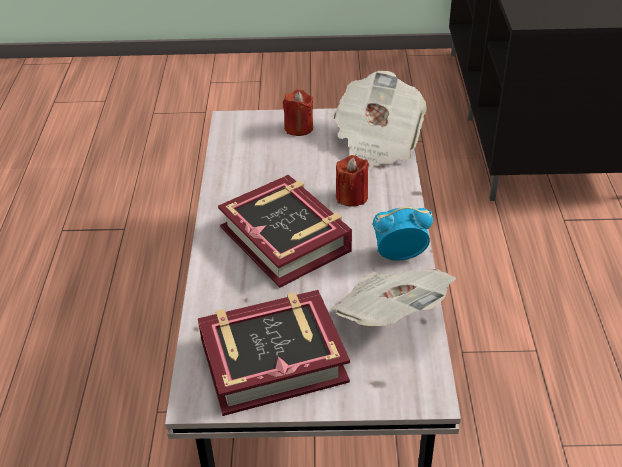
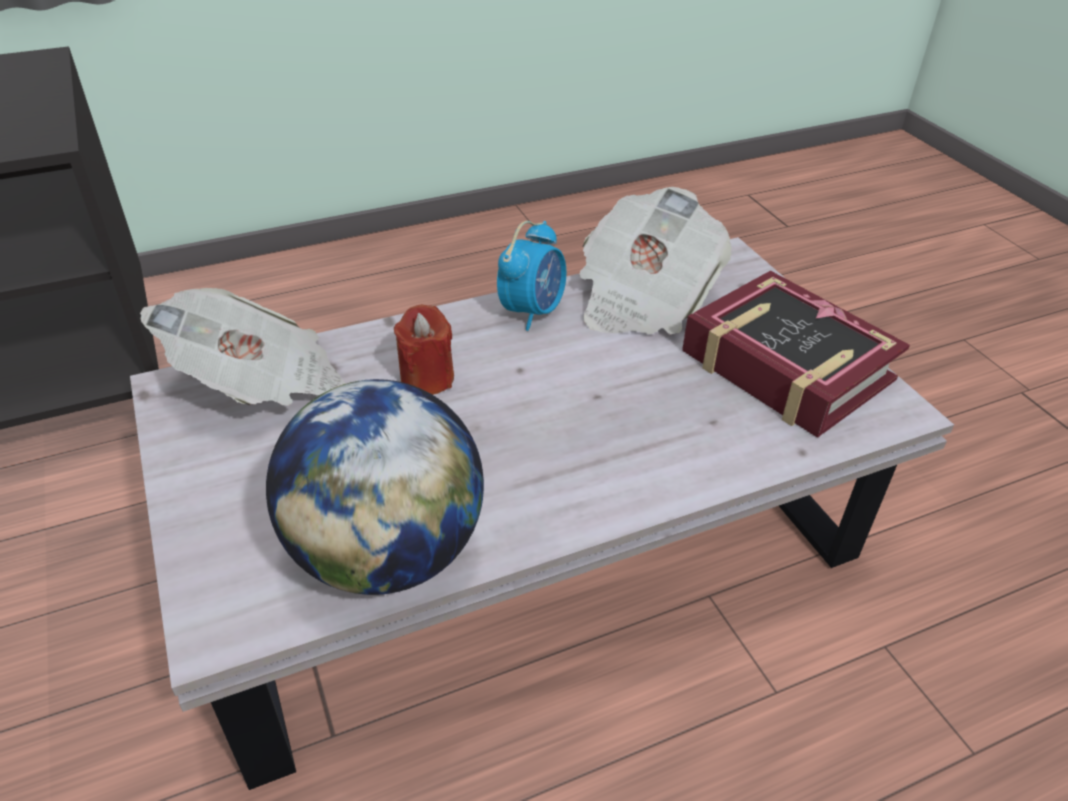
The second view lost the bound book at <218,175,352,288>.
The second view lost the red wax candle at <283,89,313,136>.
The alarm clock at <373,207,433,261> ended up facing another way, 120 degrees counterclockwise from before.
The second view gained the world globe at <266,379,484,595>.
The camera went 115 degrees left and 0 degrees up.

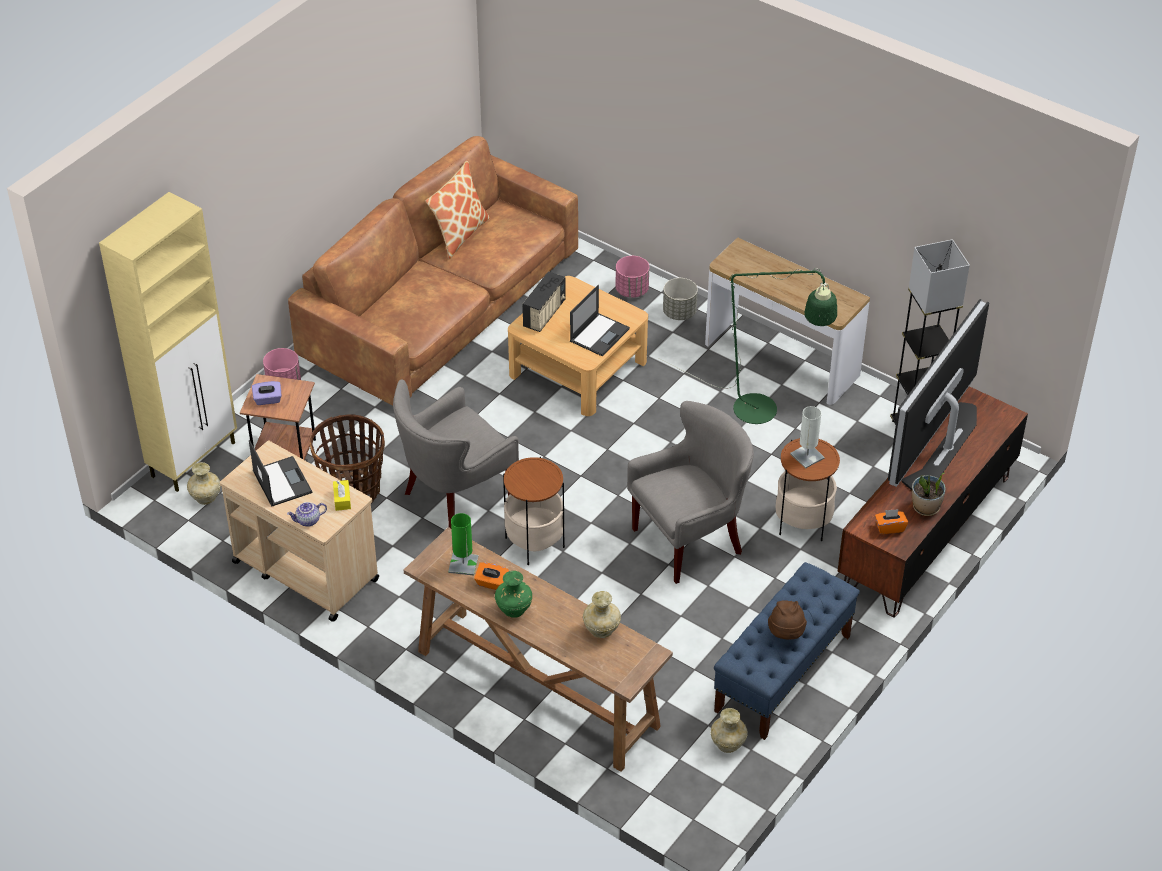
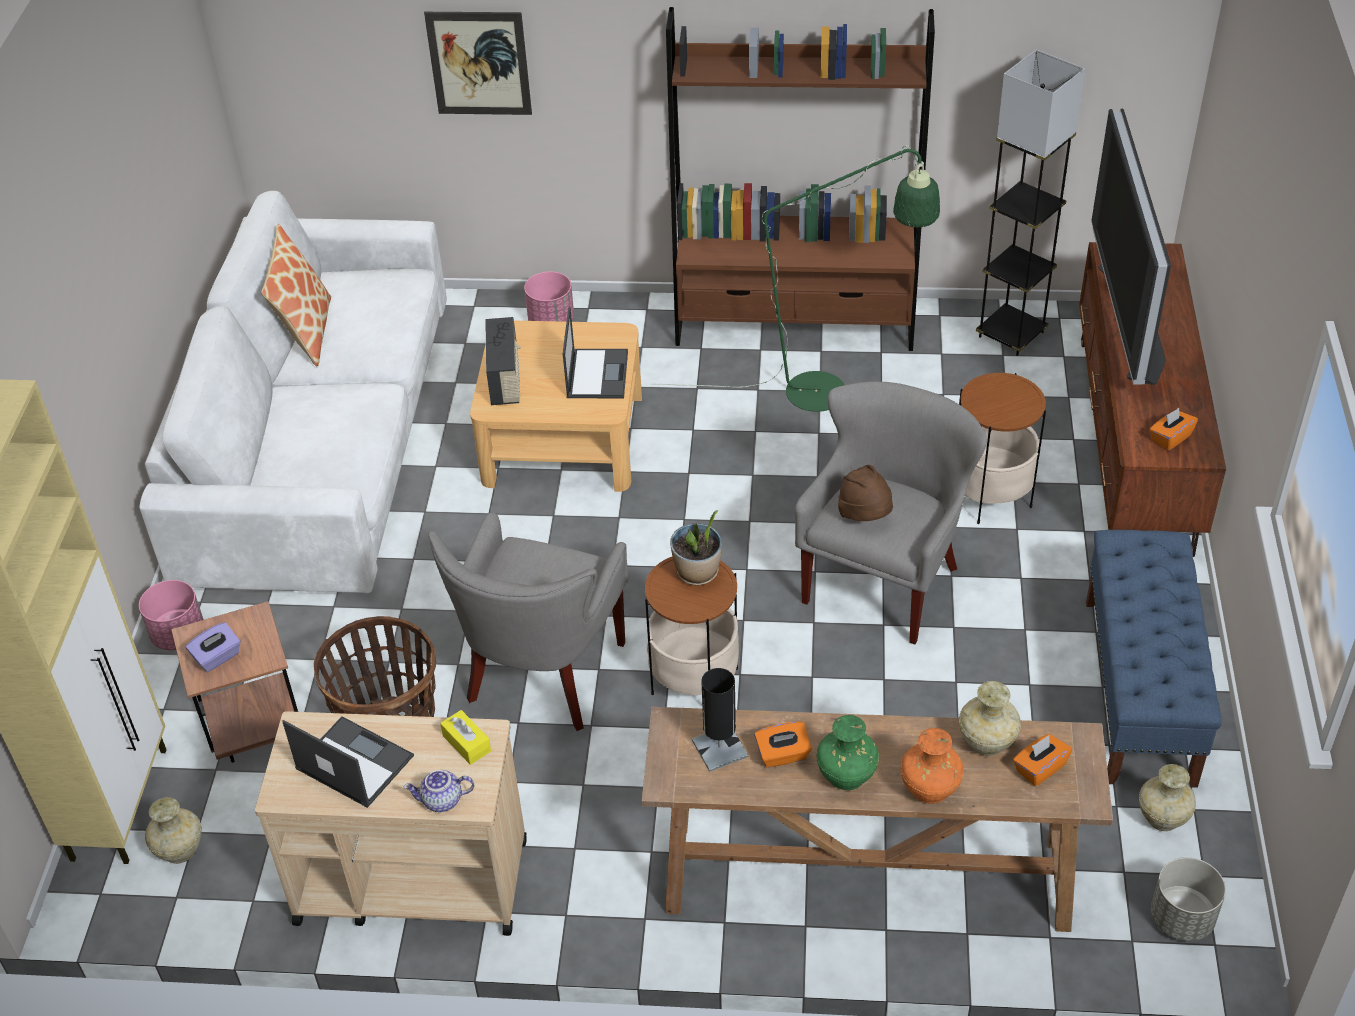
The pot for tea at <287,502,327,527> ended up facing another way, 45 degrees clockwise from before.
What was the brown-coloured settee at <288,136,578,406> turned into the whitish settee at <140,191,447,593>.
What was the green-coloured lamp for a table at <448,513,478,576> turned into the black lamp for a table at <692,668,748,772>.
The gray plant pot ended up elsewhere, having gone from <663,278,698,320> to <1151,857,1226,941>.
Where the narrow table stood at <705,237,870,405>, the brown-coloured bookshelf came to stand at <666,7,935,351>.
The brown-coloured wearable hat ended up elsewhere, having gone from <768,600,807,640> to <838,465,893,521>.
The second view lost the whitish lamp for a table at <790,406,825,468>.
The potted plant ended up elsewhere, having gone from <912,473,946,516> to <670,510,722,585>.
The second view gained the picture at <424,12,532,115>.
The second view gained the orange-coloured decorative vase at <901,728,964,804>.
The second view gained the orange-coloured tissue box at <1013,734,1072,786>.
The camera went 30 degrees left and 0 degrees up.

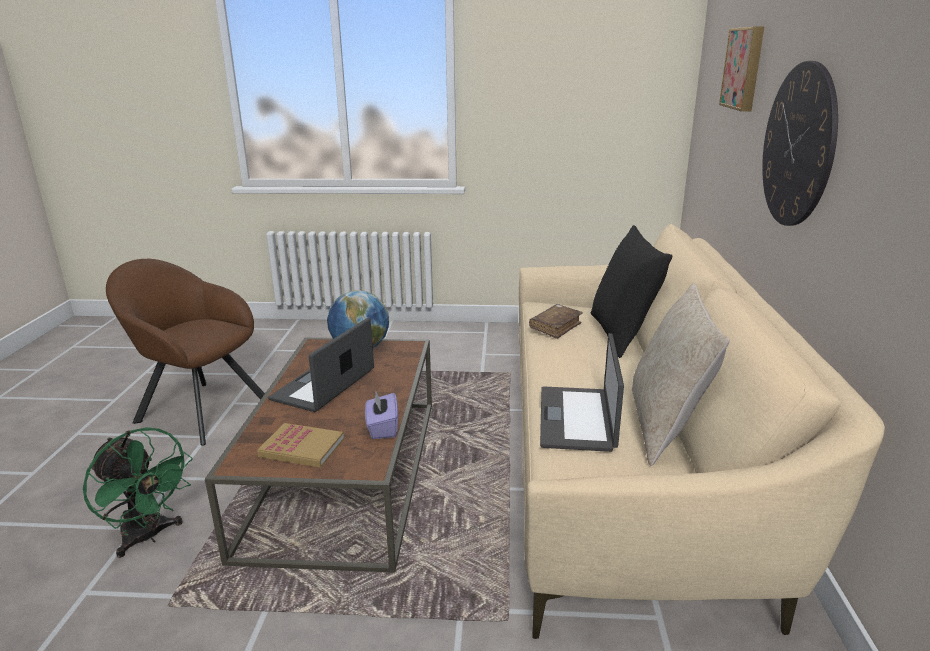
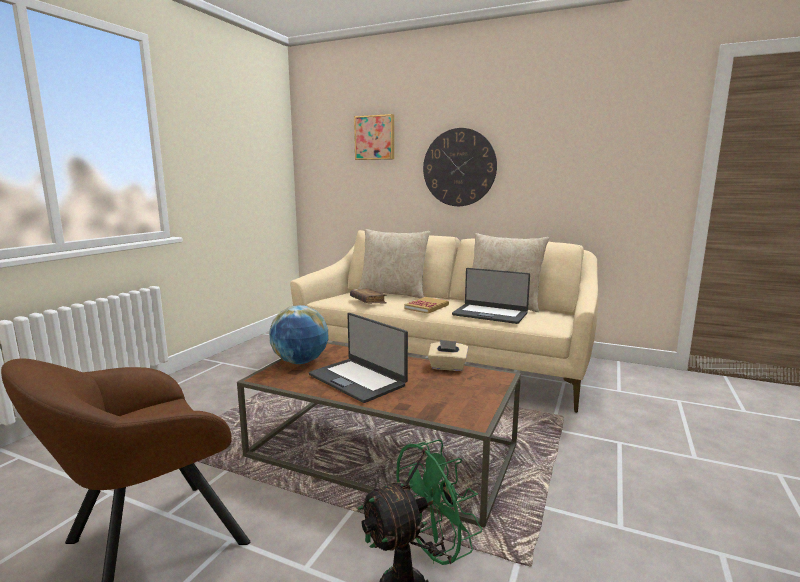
The bound book ended up elsewhere, having gone from <257,423,344,468> to <405,297,449,314>.
What was the purple-coloured tissue box at <365,392,398,439> turned into the beige tissue box at <428,340,468,371>.
What was the black throw pillow at <591,225,672,358> turned into the beige throw pillow at <358,229,430,299>.
The camera went 70 degrees left and 10 degrees down.

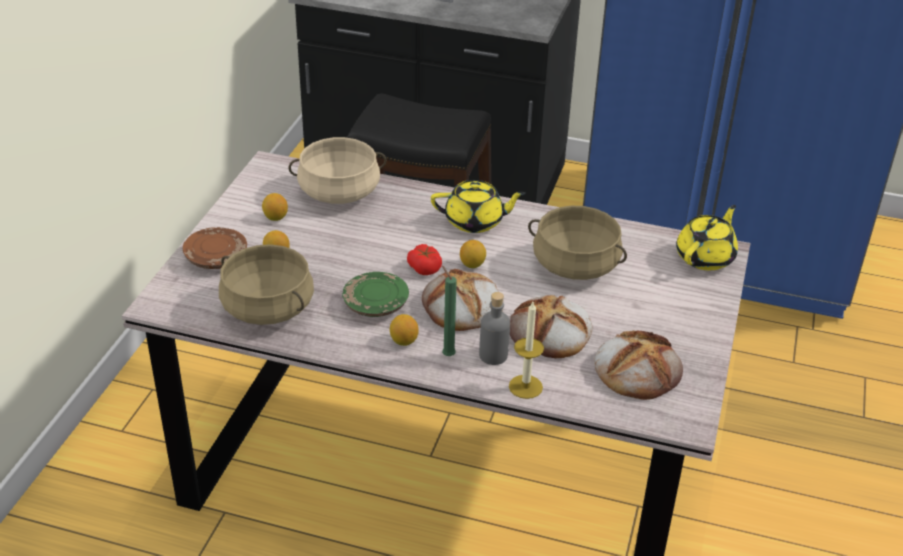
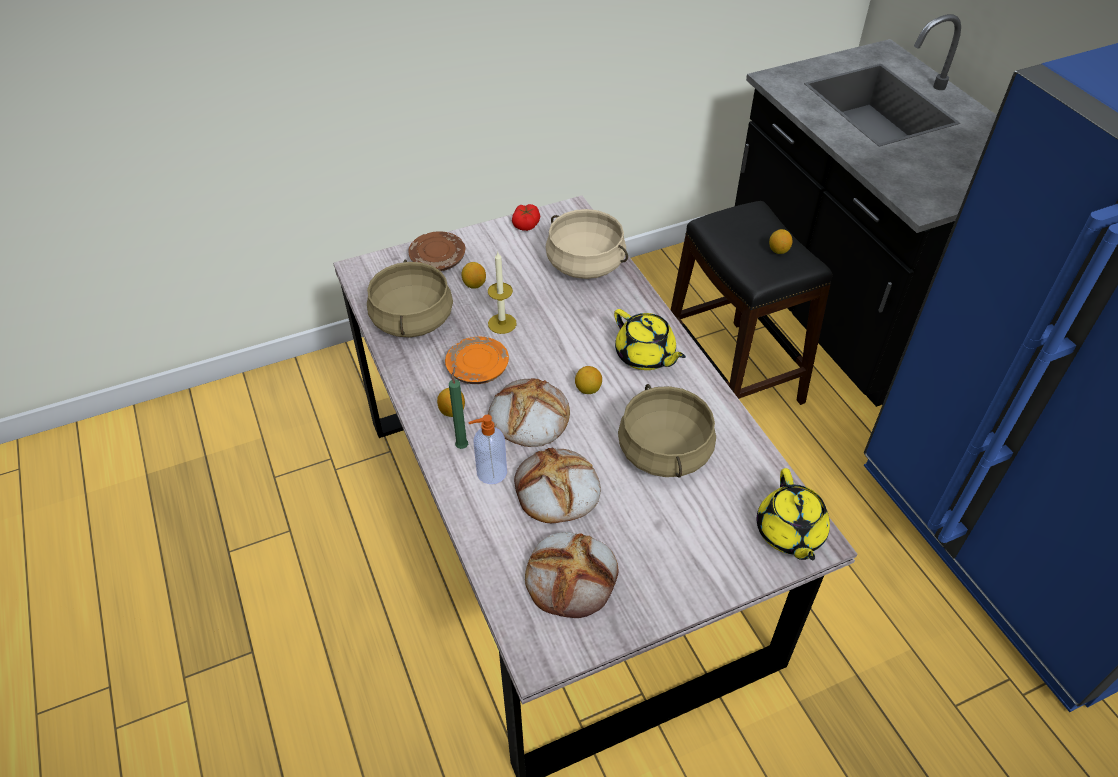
The citrus fruit ended up elsewhere, having gone from <262,193,288,221> to <769,229,792,254>.
What was the green-coloured flat dish at <342,272,409,317> turned into the orange-coloured flat dish at <445,337,509,384>.
The tomato ended up elsewhere, having gone from <407,244,442,275> to <512,204,540,231>.
Where the gray drink bottle stood at <479,292,510,365>, the soap bottle came to stand at <468,415,507,484>.
The wax candle ended up elsewhere, having gone from <509,302,544,399> to <488,252,517,334>.
The yellow-coloured pot for tea at <676,205,738,271> ended up facing another way, 90 degrees clockwise from before.
The camera went 50 degrees right and 10 degrees up.

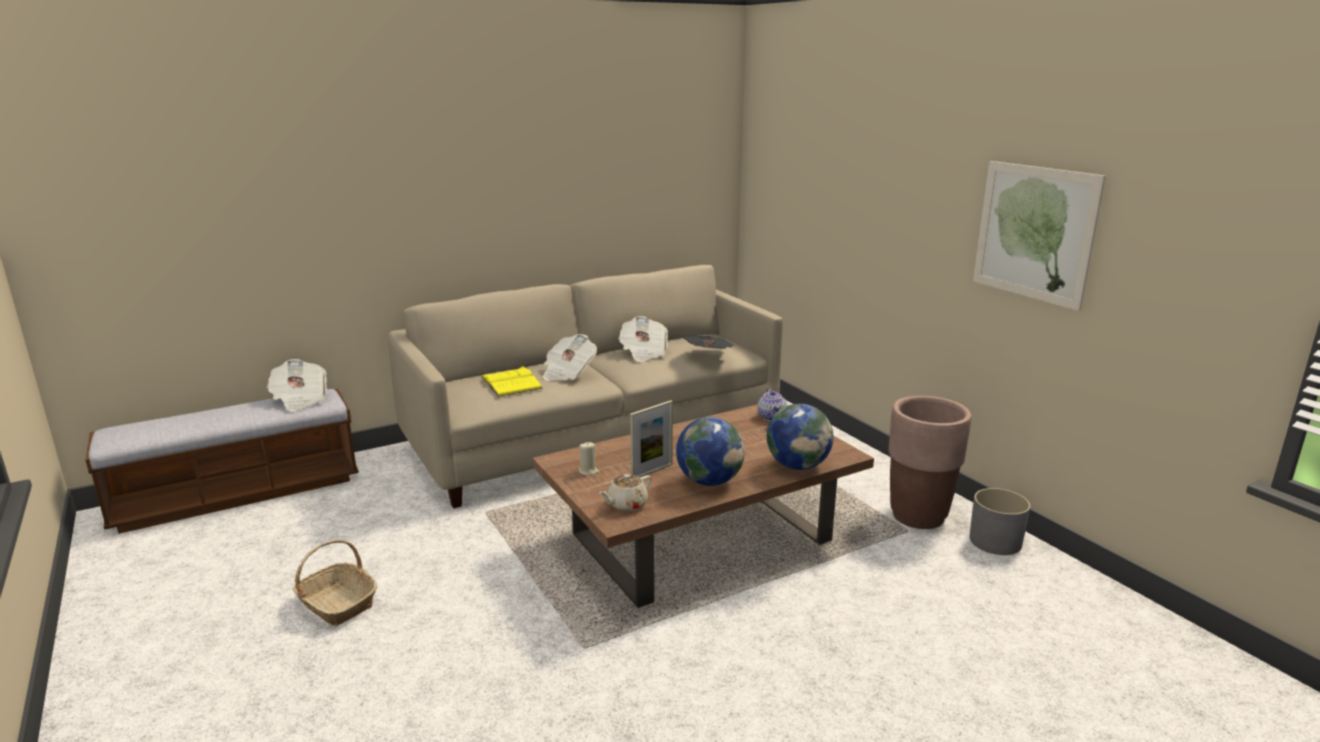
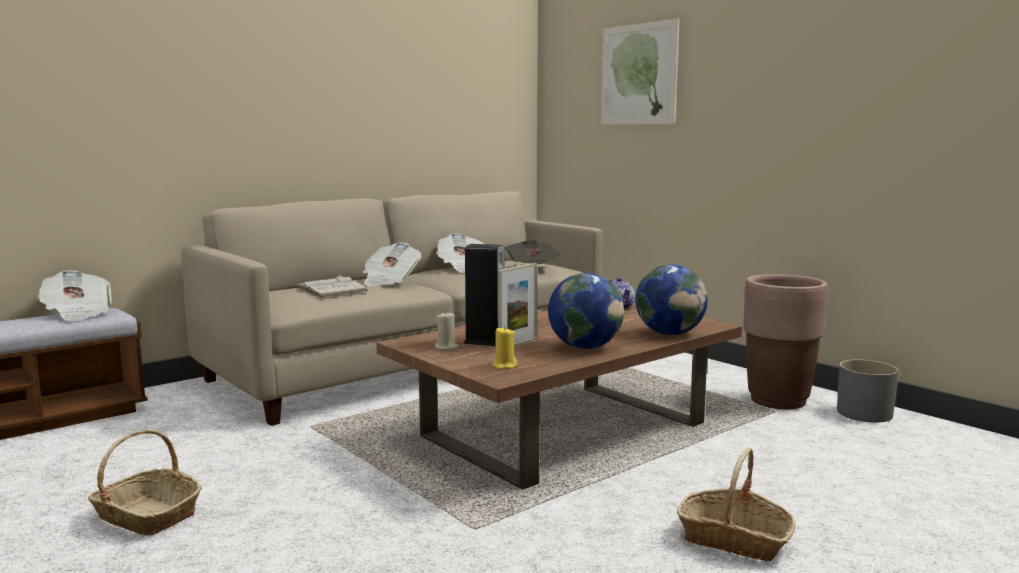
What was the yellow-coloured bound book at <481,366,543,397> turned into the whitish bound book at <294,275,368,297>.
Where the beige pot for tea stood at <599,474,652,511>, the yellow-coloured wax candle came to stand at <492,326,517,369>.
The picture ended up elsewhere, having gone from <973,161,1106,311> to <601,18,679,125>.
The second view gained the loudspeaker at <463,244,505,346>.
The second view gained the storage basket at <677,447,795,561>.
The camera went 10 degrees left and 10 degrees down.

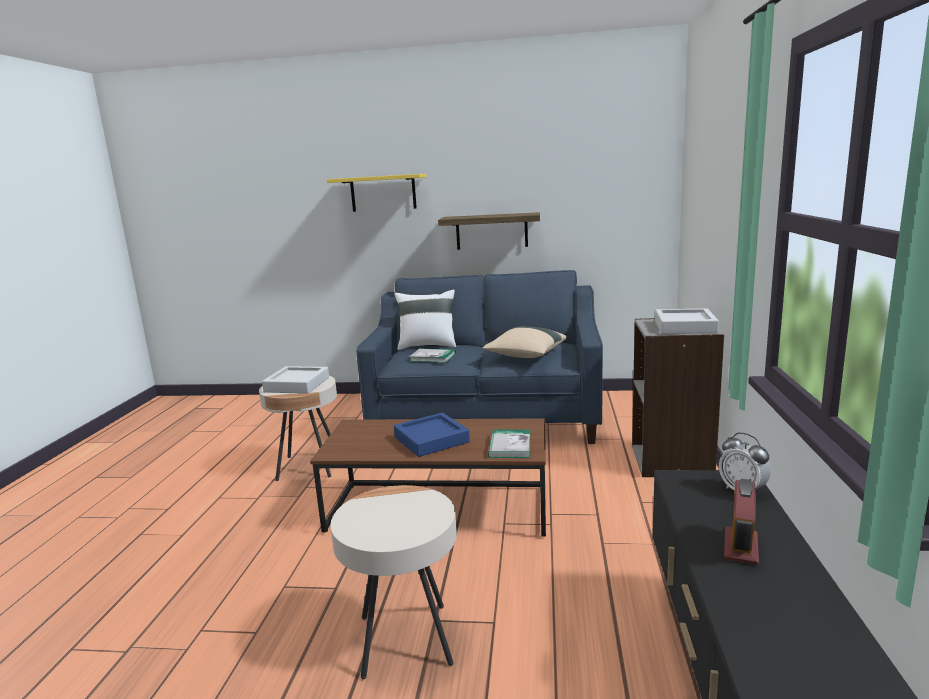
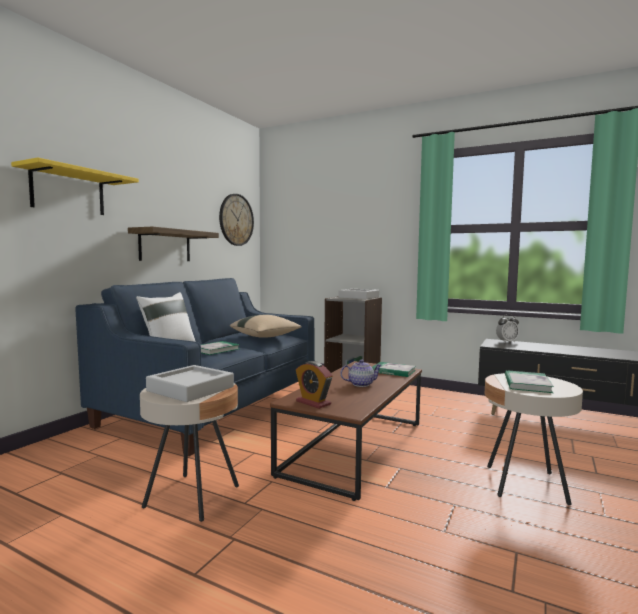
Where the blue-coloured serving tray stood at <394,413,470,457>, the pot for tea came to stand at <340,359,382,387>.
The alarm clock ended up elsewhere, having gone from <724,479,759,565> to <296,361,333,409>.
The second view gained the wall clock at <219,194,254,246>.
The second view gained the bound book at <505,370,554,393>.
The camera went 70 degrees left and 10 degrees down.

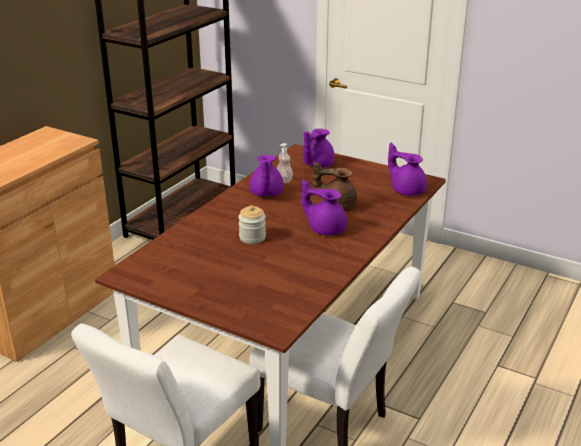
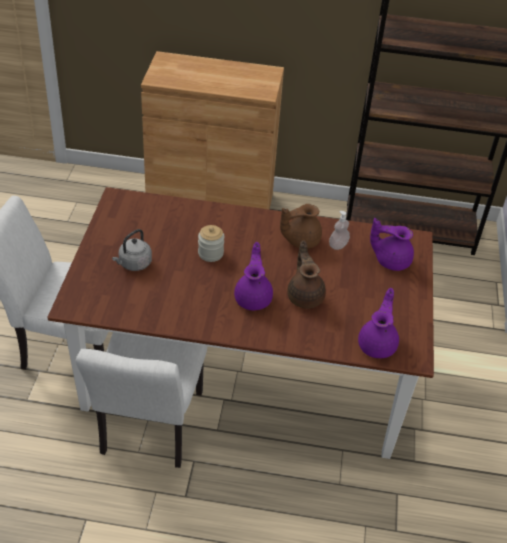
What was the purple-coloured pot for tea at <249,155,283,197> turned into the brown-coloured pot for tea at <280,204,322,249>.
The second view gained the gray kettle at <112,229,152,271>.
The camera went 65 degrees right and 15 degrees up.

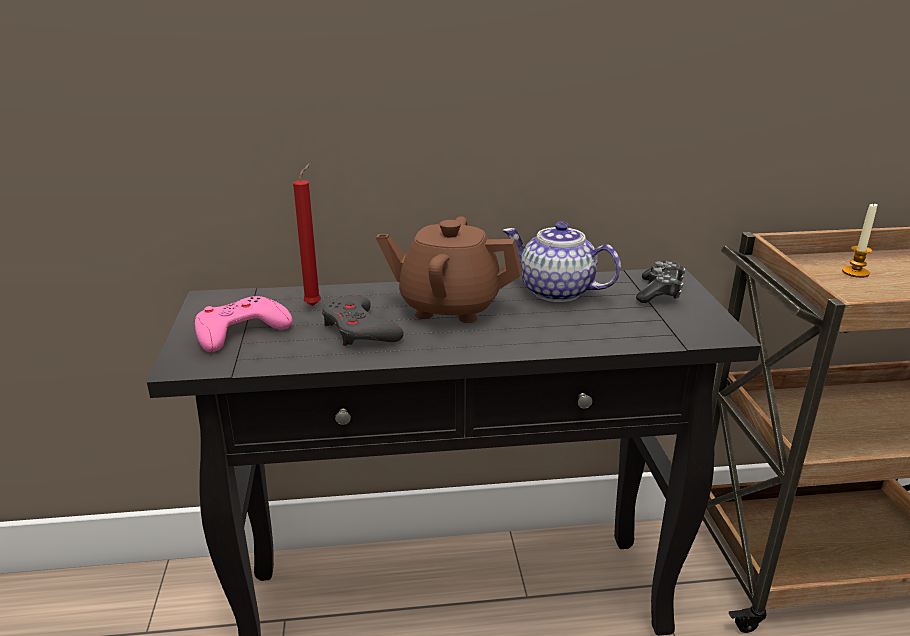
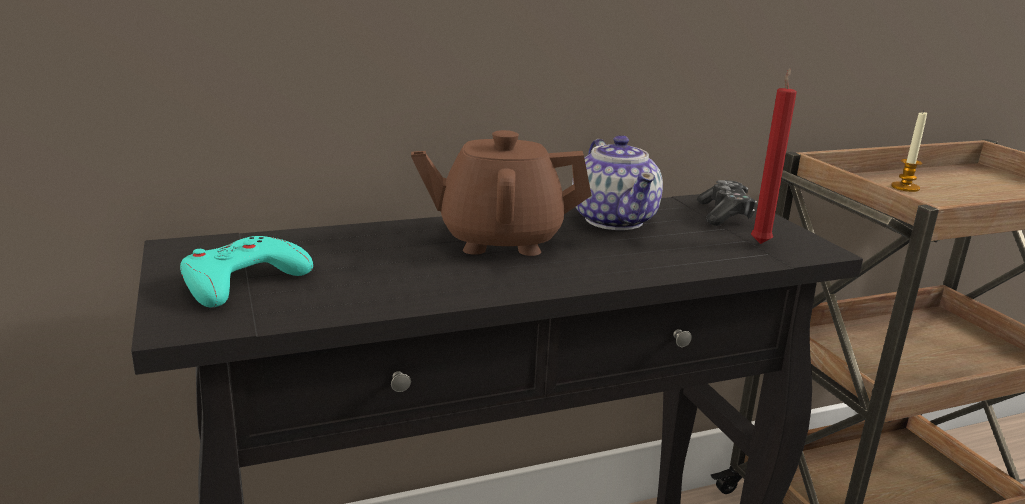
What was the pinkish game controller at <195,296,293,352> turned into the turquoise game controller at <180,236,313,308>.
The red wax candle ended up elsewhere, having gone from <293,163,321,306> to <751,69,797,244>.
The second view lost the gray game controller at <322,295,404,346>.
The pot for tea at <502,221,621,302> ended up facing another way, 120 degrees counterclockwise from before.
The camera went 15 degrees left and 5 degrees down.

